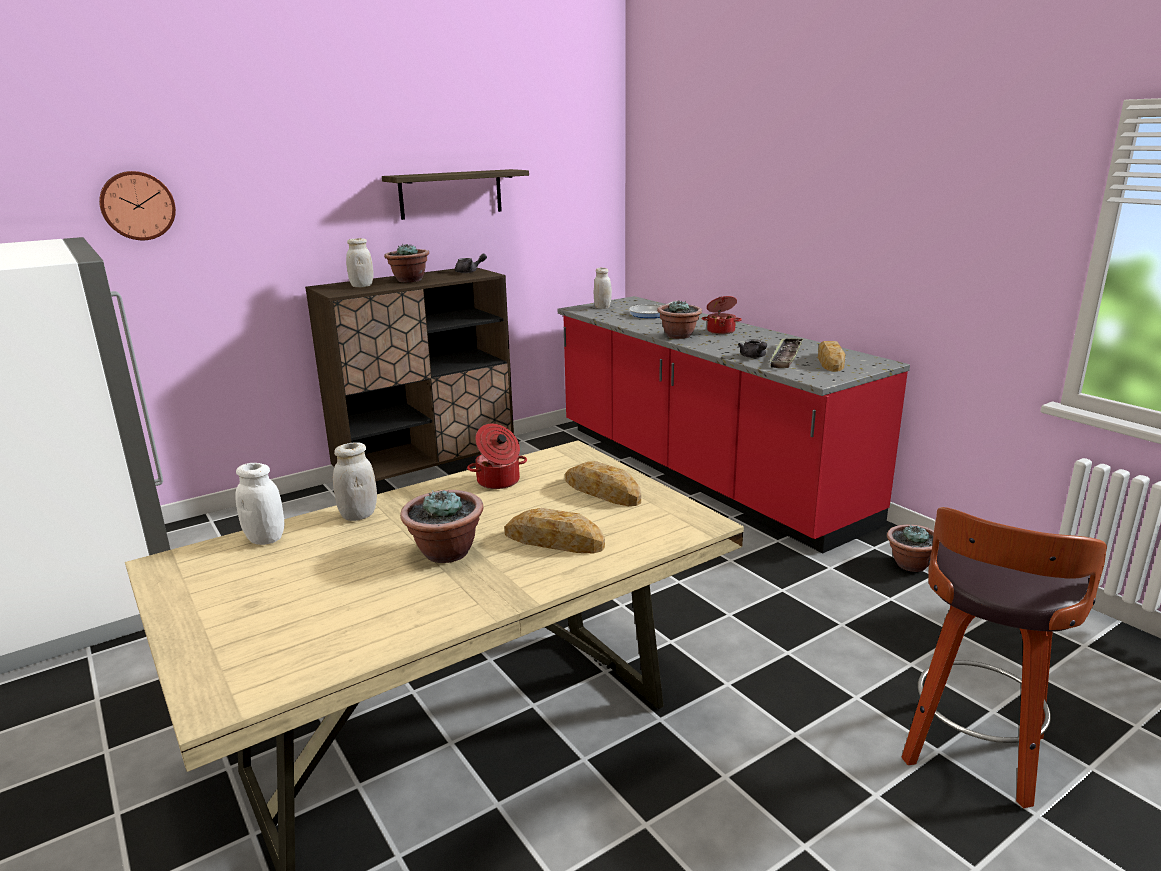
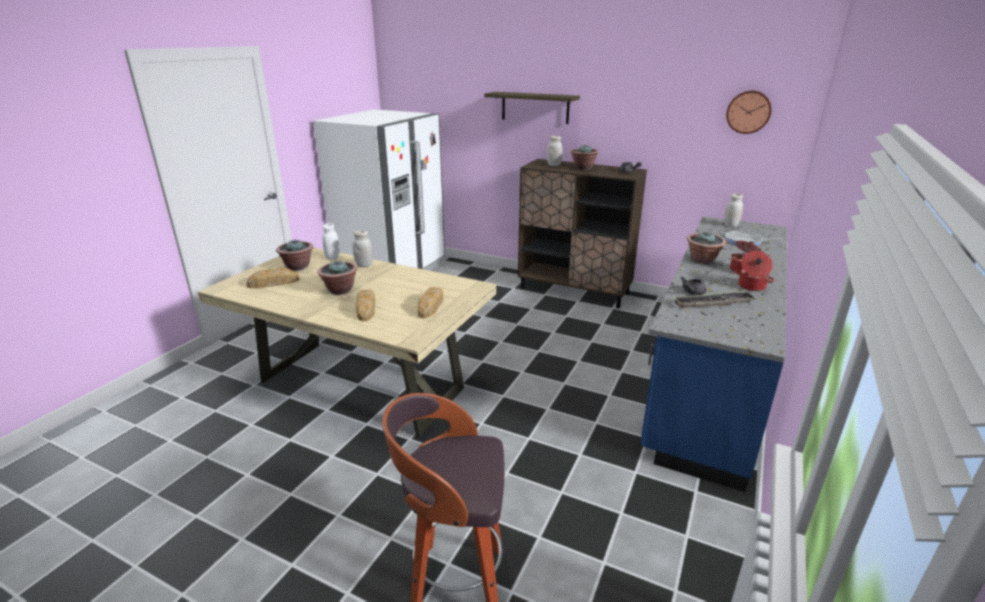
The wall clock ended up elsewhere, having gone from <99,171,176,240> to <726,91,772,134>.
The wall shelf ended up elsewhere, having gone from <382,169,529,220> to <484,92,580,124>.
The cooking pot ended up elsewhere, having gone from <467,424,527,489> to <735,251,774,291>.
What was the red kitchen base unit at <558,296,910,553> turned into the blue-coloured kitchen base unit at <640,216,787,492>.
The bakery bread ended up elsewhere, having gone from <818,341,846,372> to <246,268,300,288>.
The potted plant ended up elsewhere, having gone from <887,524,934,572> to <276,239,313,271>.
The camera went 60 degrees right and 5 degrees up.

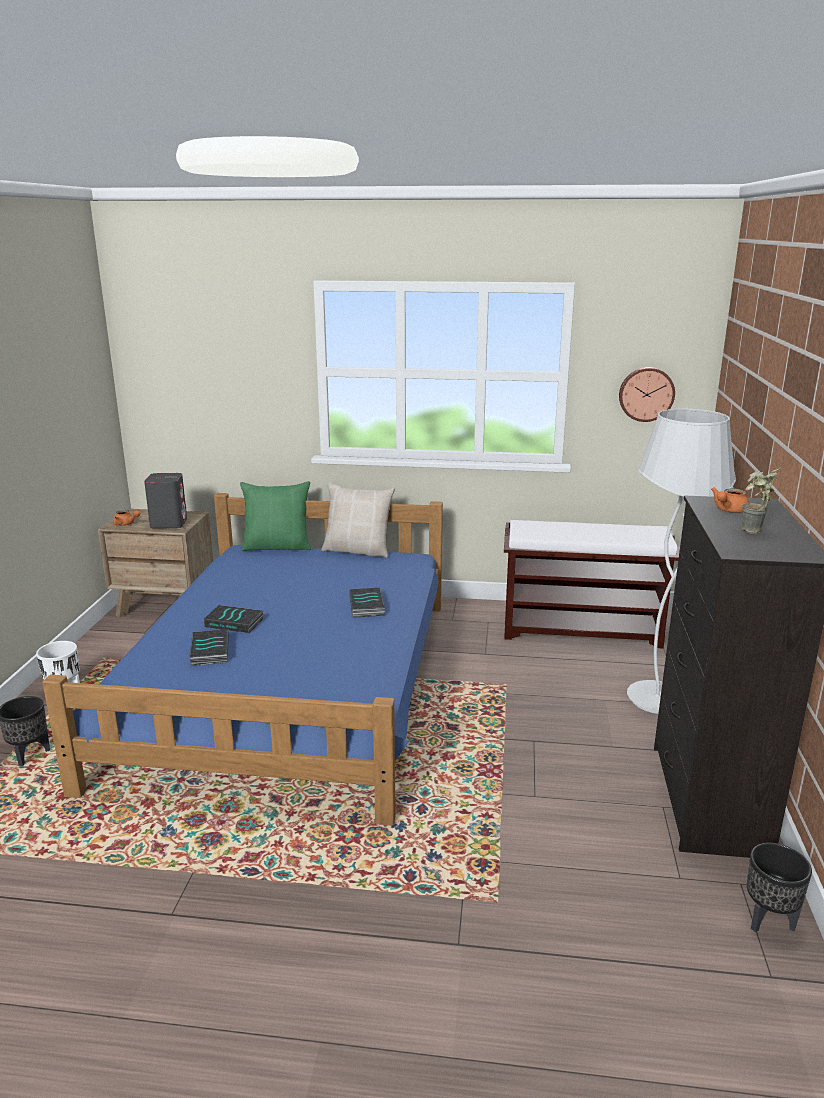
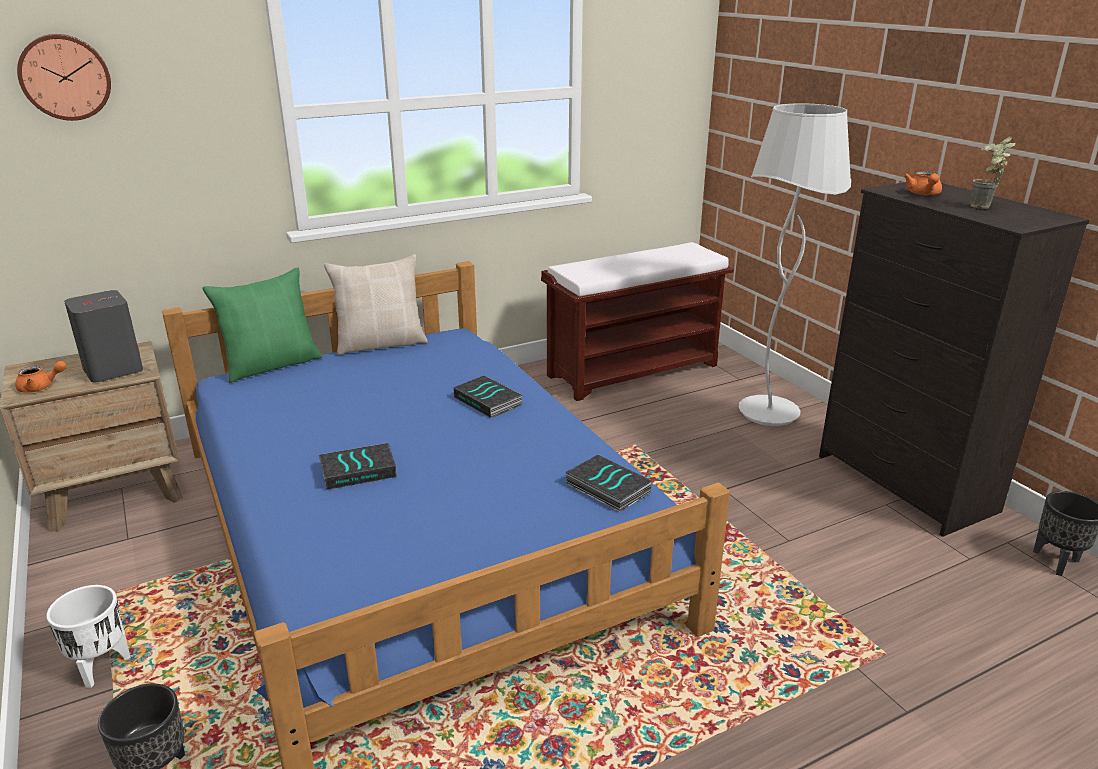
The bound book ended up elsewhere, having gone from <189,629,229,666> to <566,455,652,512>.
The wall clock ended up elsewhere, having gone from <619,367,675,422> to <17,34,111,121>.
The camera went 35 degrees left and 5 degrees up.

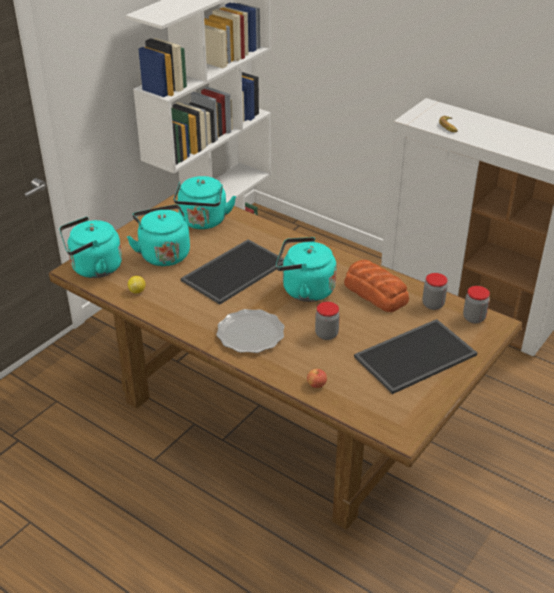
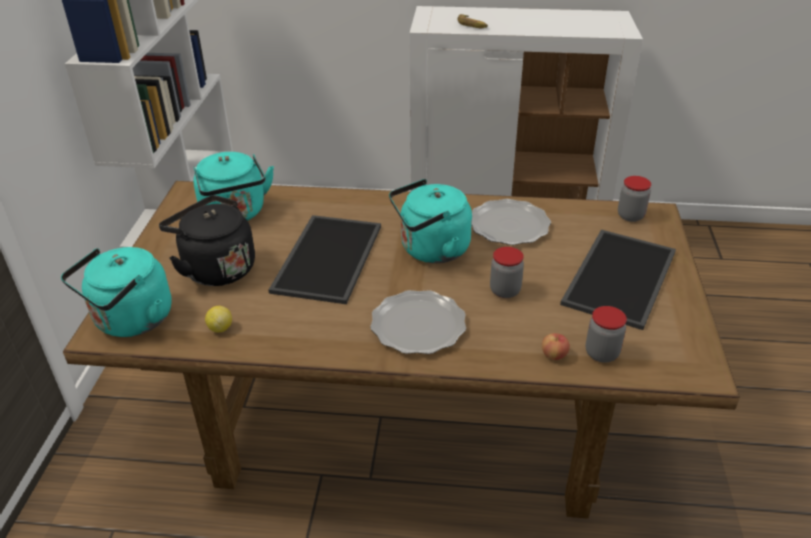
What was the turquoise kettle at <127,205,190,266> turned into the black kettle at <159,195,255,286>.
Where the bakery bread stood at <344,260,409,312>, the flat dish came to stand at <472,199,551,245>.
The preserve jar ended up elsewhere, having gone from <422,273,448,310> to <585,306,627,363>.
The camera went 30 degrees left and 0 degrees up.

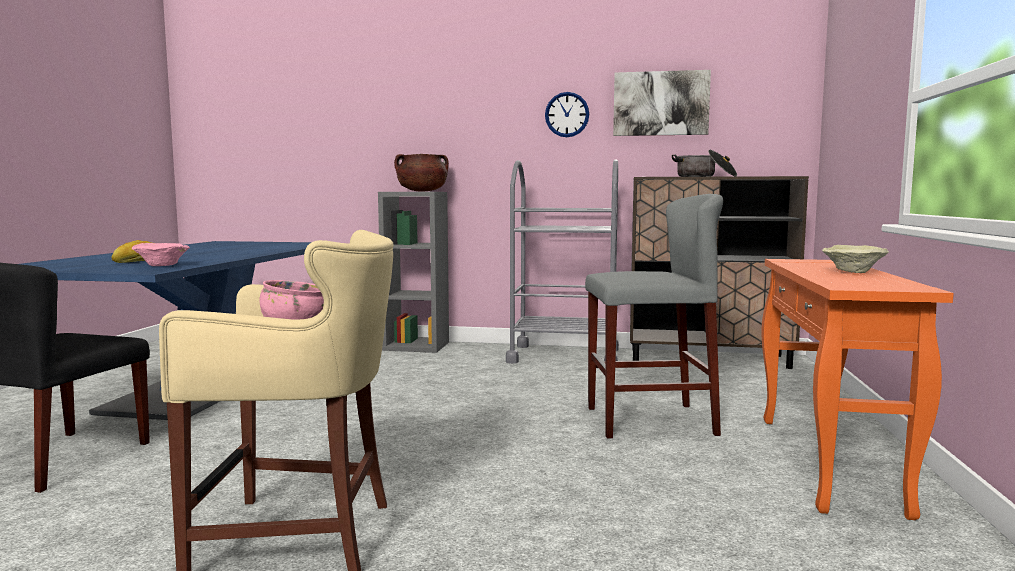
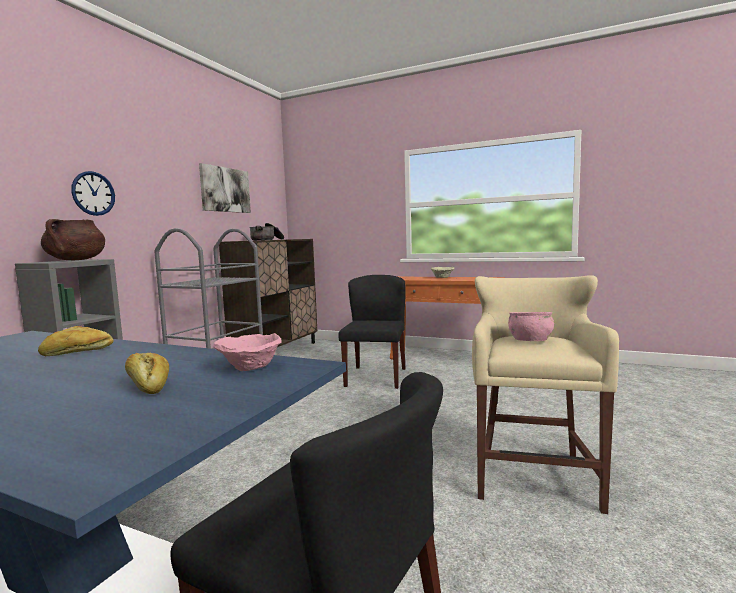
The wall clock ended up elsewhere, having gone from <545,92,589,137> to <71,171,115,216>.
Where the gray stool stood at <585,194,723,438>, the black chair came to stand at <338,275,406,389>.
The second view gained the bakery bread at <38,326,113,356>.
The camera went 75 degrees left and 0 degrees up.

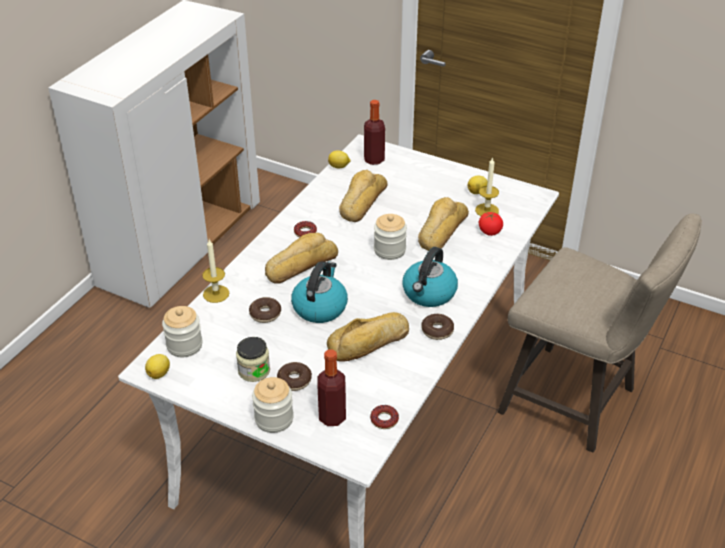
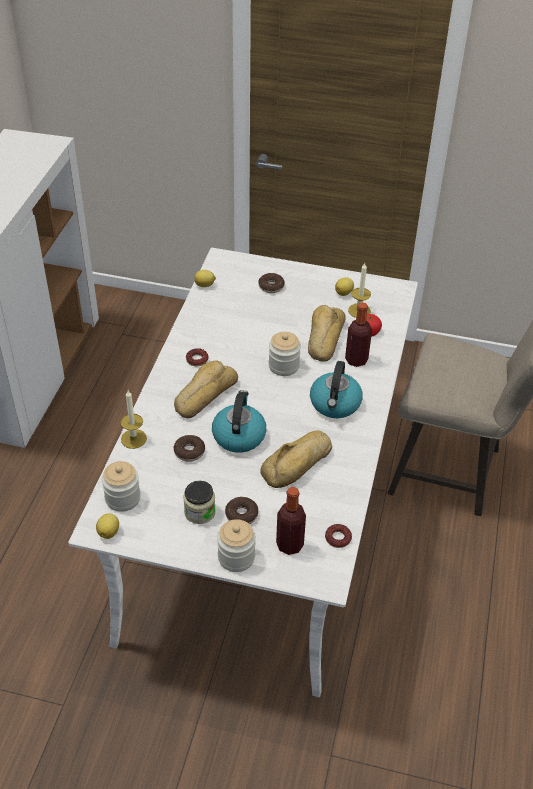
The second view lost the bakery bread at <339,170,388,222>.
The drink bottle ended up elsewhere, having gone from <364,100,385,165> to <345,302,372,367>.
The ring doughnut ended up elsewhere, having gone from <421,314,454,340> to <258,273,285,293>.
The camera went 15 degrees left and 5 degrees up.

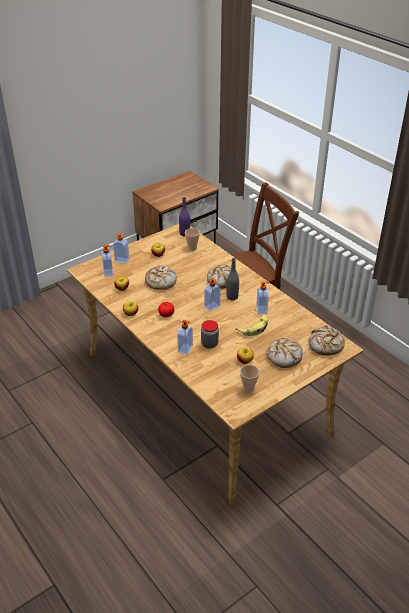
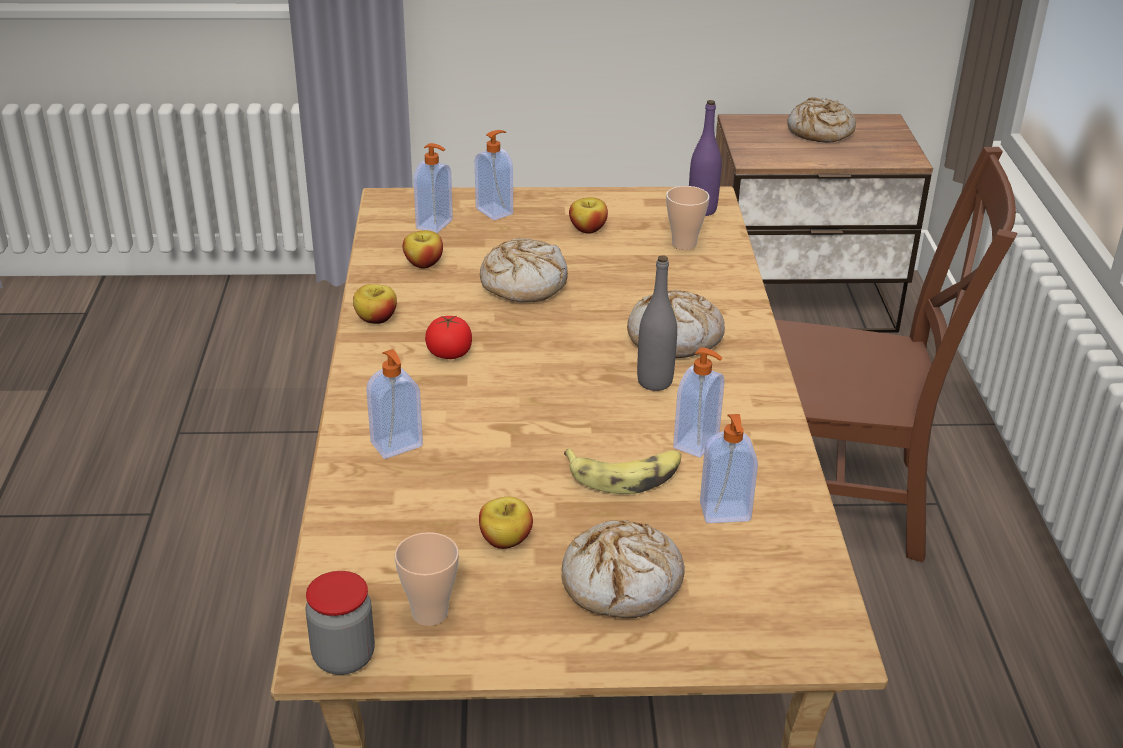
The preserve jar ended up elsewhere, having gone from <201,320,219,348> to <305,571,375,675>.
The soap bottle ended up elsewhere, having gone from <204,278,221,311> to <700,414,758,523>.
The bakery bread ended up elsewhere, having gone from <309,325,345,355> to <787,98,856,142>.
The camera went 35 degrees right and 5 degrees down.

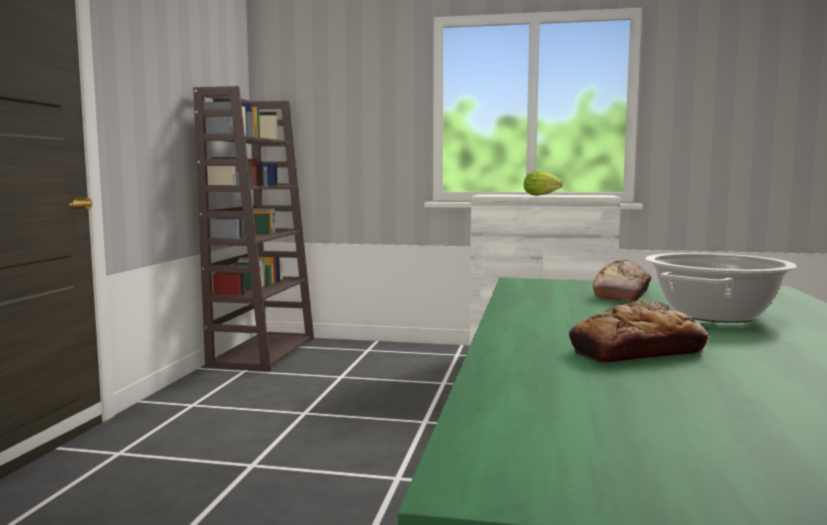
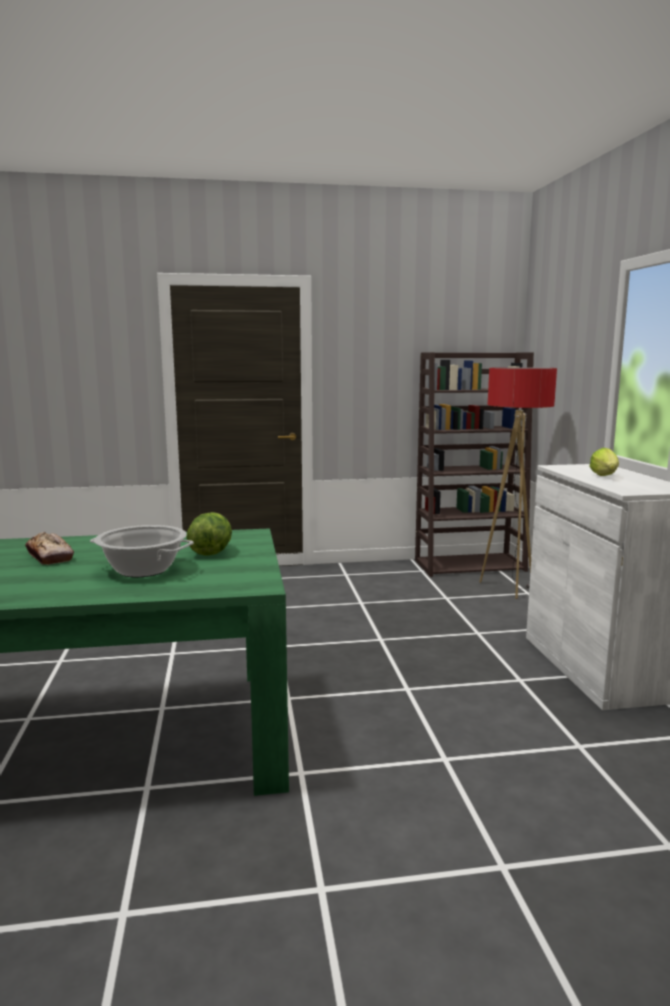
Where the bakery bread stood at <593,260,651,301>, the lettuce head came to stand at <186,512,232,556>.
The second view gained the floor lamp at <480,367,557,599>.
The camera went 70 degrees right and 5 degrees up.

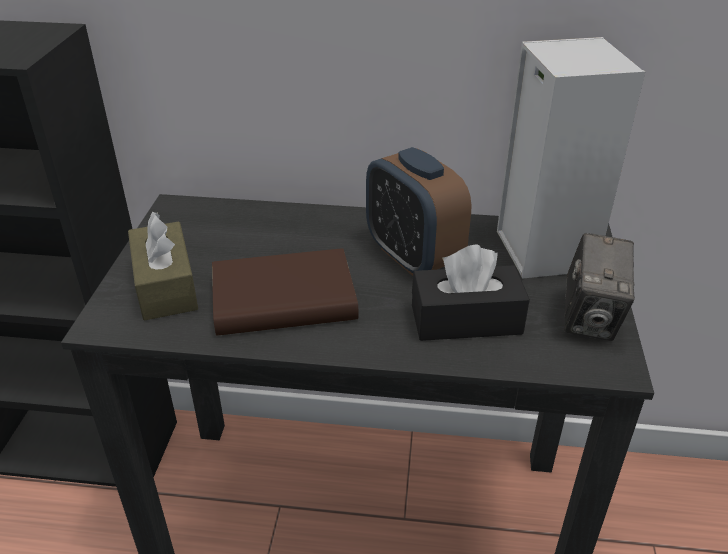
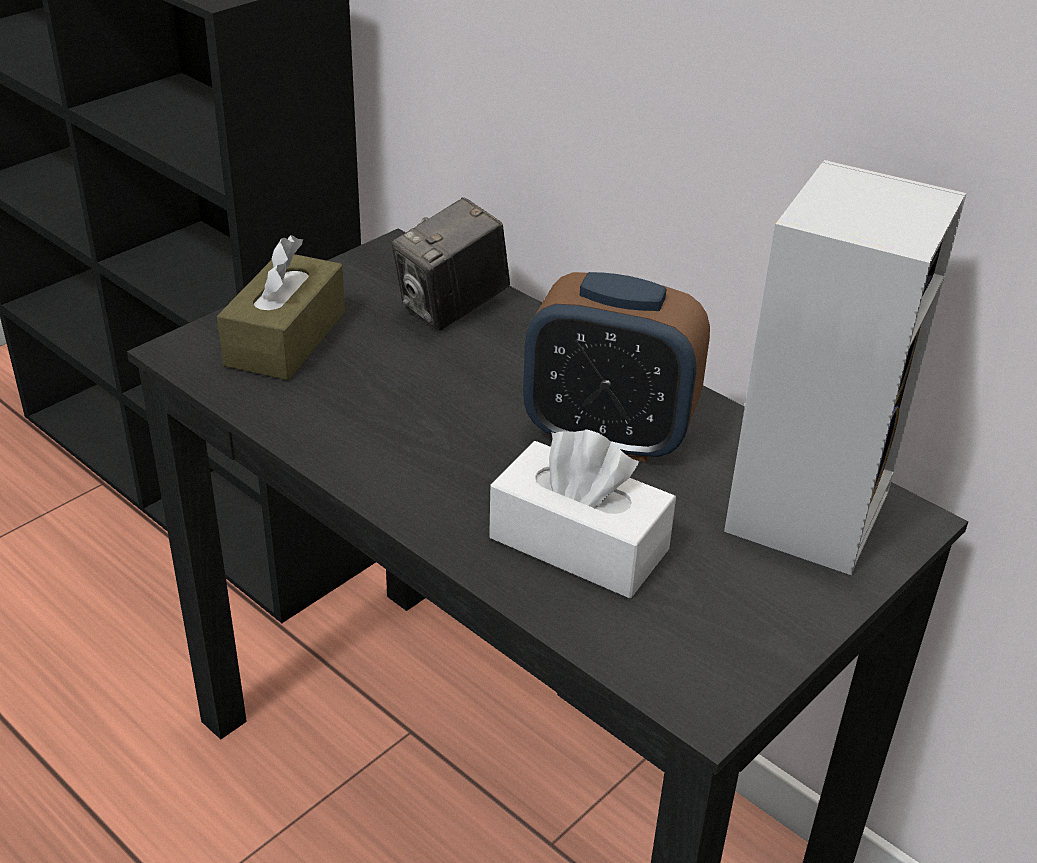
The second view lost the brown-coloured bound book at <212,248,359,336>.
The alarm clock at <366,147,471,276> ended up facing another way, 75 degrees counterclockwise from before.
What was the black tissue box at <412,244,530,341> turned into the whitish tissue box at <489,429,676,598>.
The still camera ended up elsewhere, having gone from <564,233,635,341> to <392,197,510,331>.
The camera went 35 degrees right and 0 degrees up.

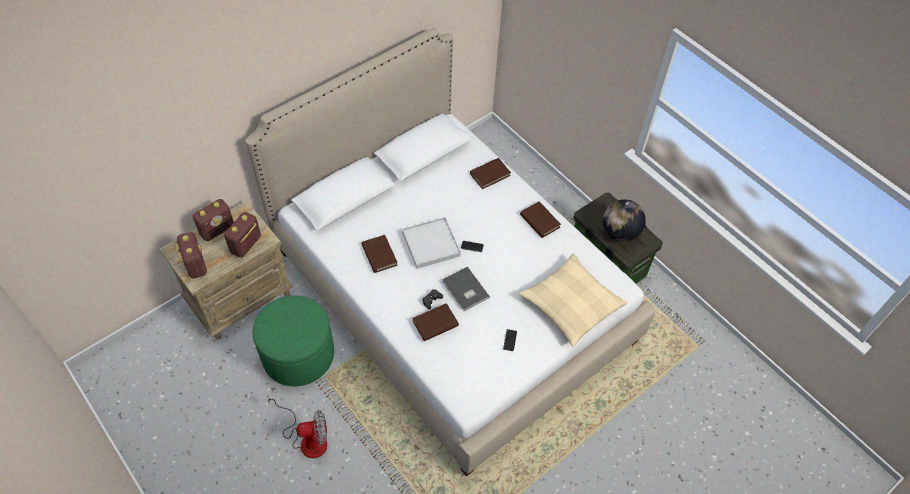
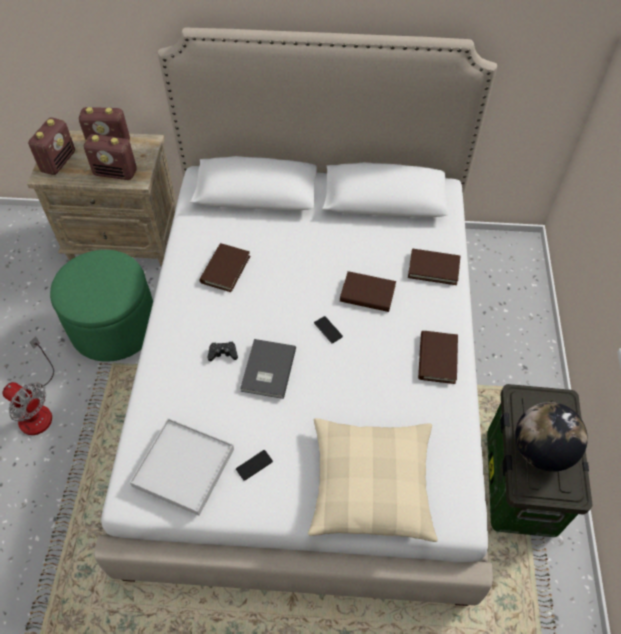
The radio receiver at <224,212,261,258> ended up facing another way, 150 degrees counterclockwise from before.
The whitish serving tray ended up elsewhere, having gone from <402,217,461,269> to <130,418,234,516>.
The brown-coloured bound book ended up elsewhere, having gone from <412,303,459,341> to <340,271,396,312>.
The camera went 45 degrees right and 0 degrees up.

